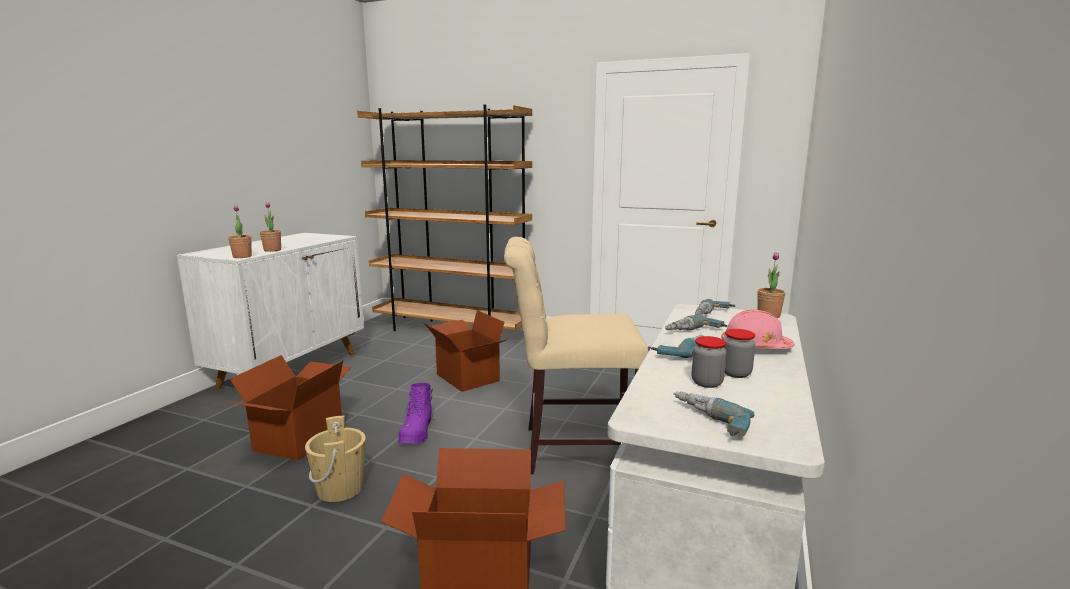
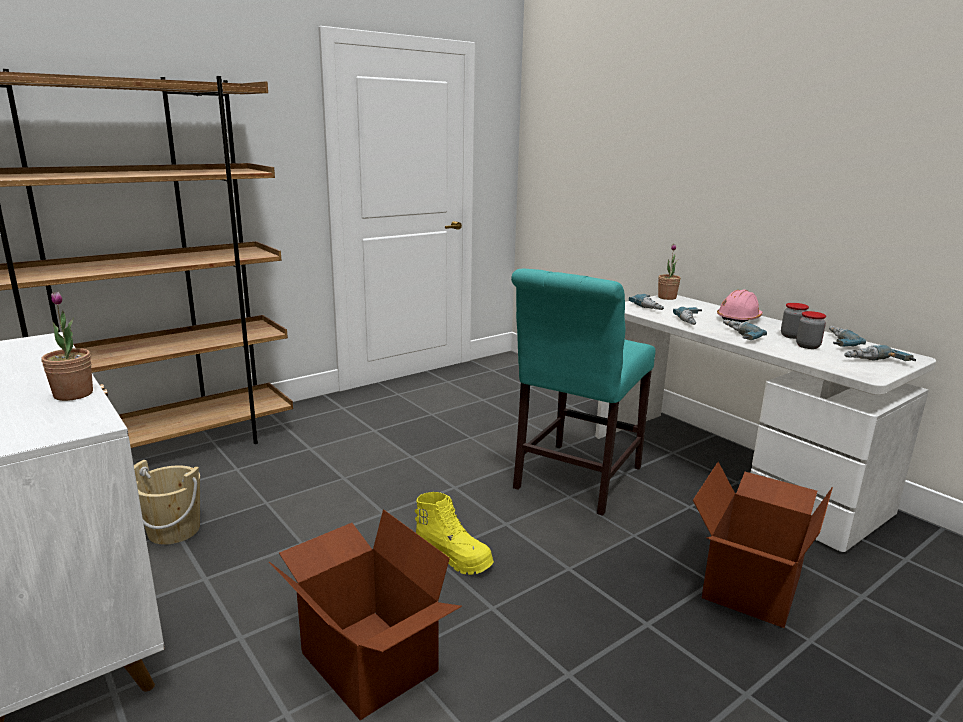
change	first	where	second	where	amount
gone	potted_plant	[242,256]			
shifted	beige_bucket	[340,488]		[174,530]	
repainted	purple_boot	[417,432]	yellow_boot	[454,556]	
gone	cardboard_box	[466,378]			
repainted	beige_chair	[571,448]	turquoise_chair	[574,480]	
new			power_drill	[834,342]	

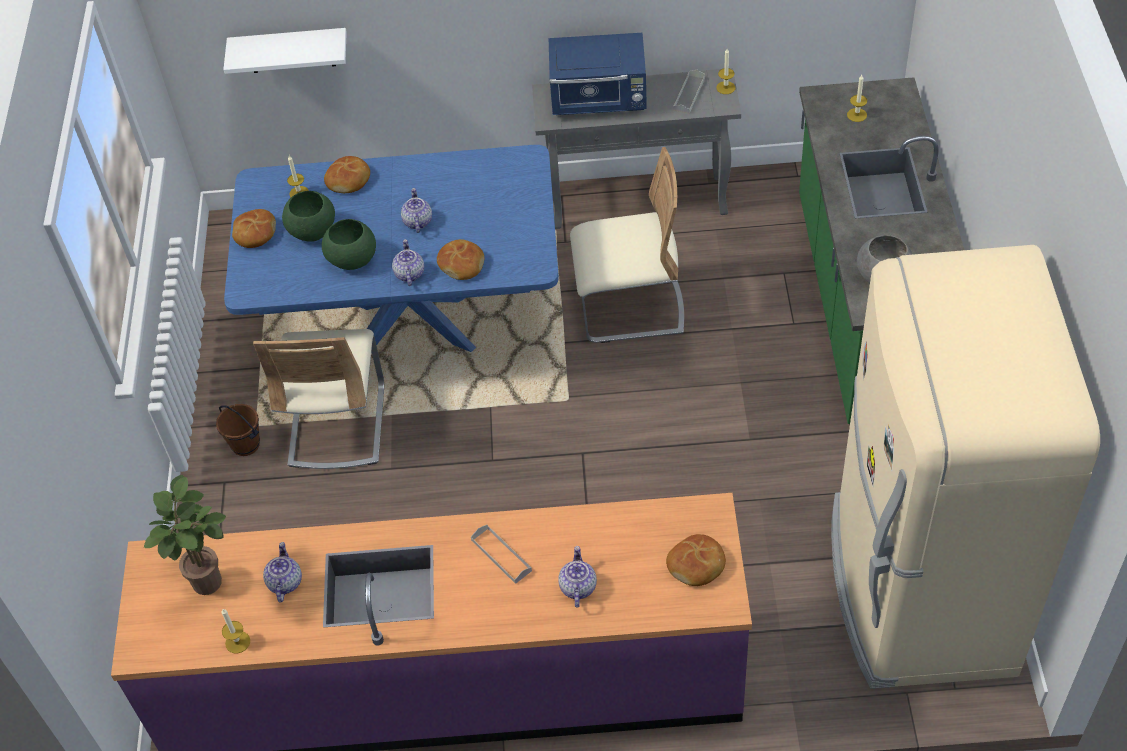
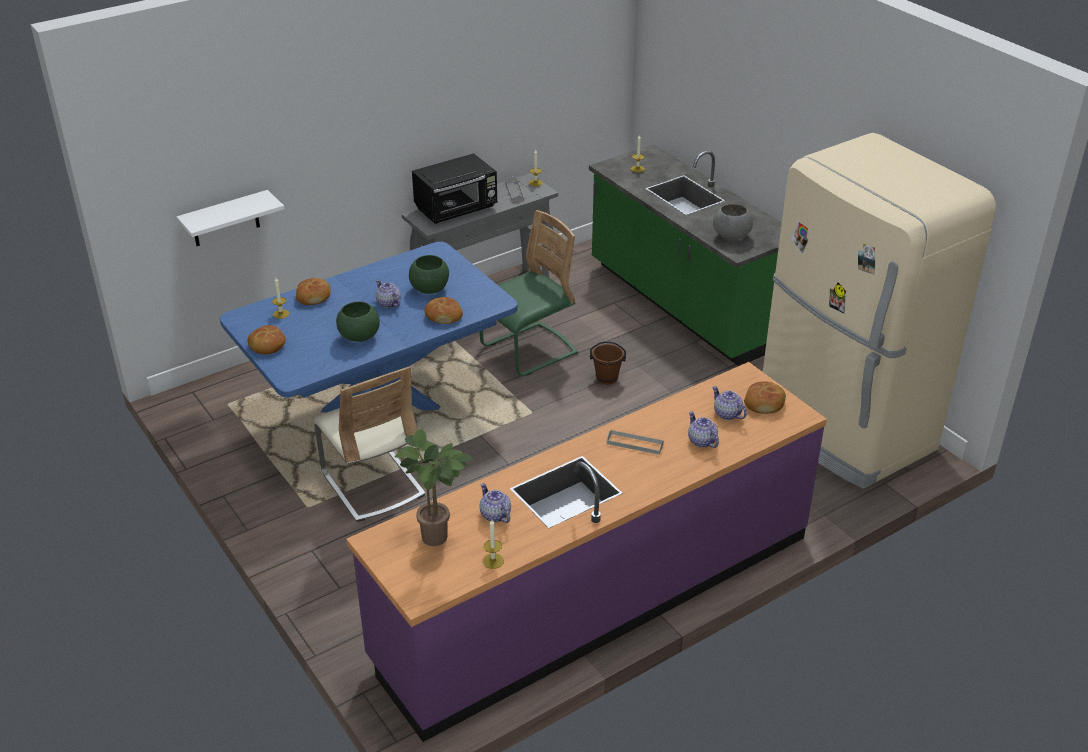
change	first	where	second	where	amount
shifted	brown_bucket	[246,444]		[607,378]	
shifted	green_bowl	[312,231]		[429,289]	
shifted	teapot	[409,273]		[727,414]	
repainted	blue_microwave	[600,99]	black_microwave	[457,209]	
repainted	beige_chair	[630,307]	green_chair	[529,351]	

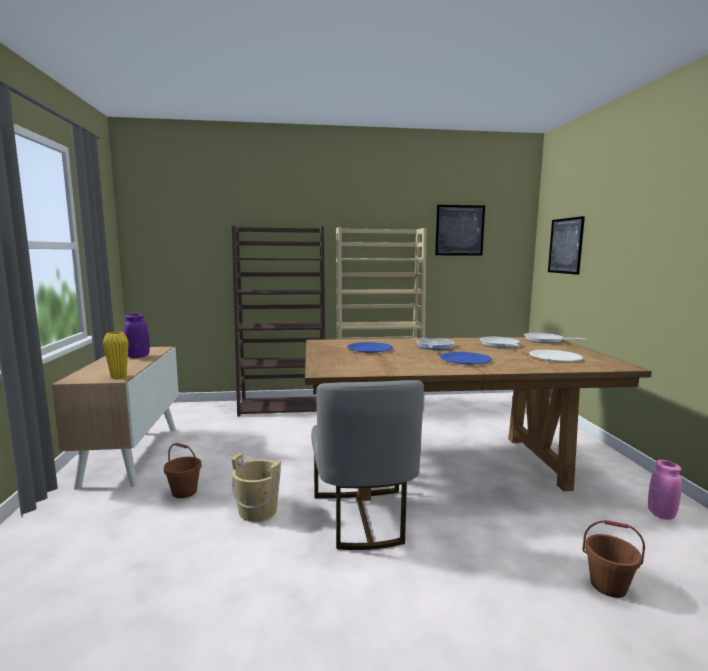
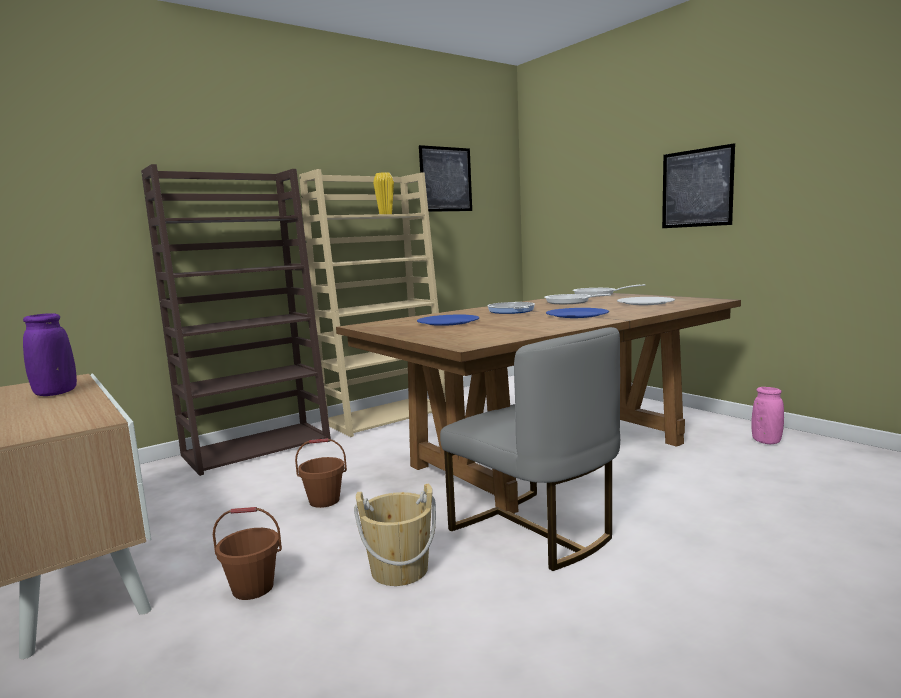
change	first	where	second	where	amount
shifted	yellow_vase	[118,376]		[385,214]	
shifted	picture	[565,246]		[697,188]	
shifted	brown_bucket	[608,585]		[324,500]	

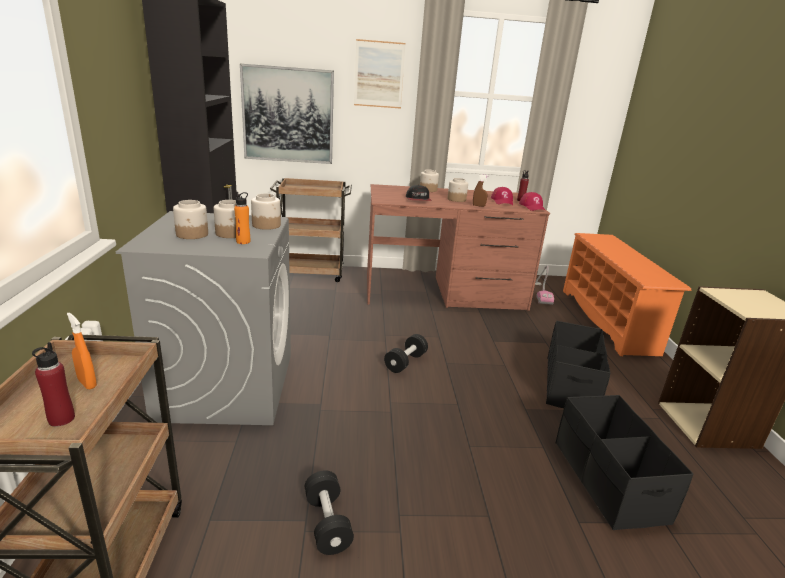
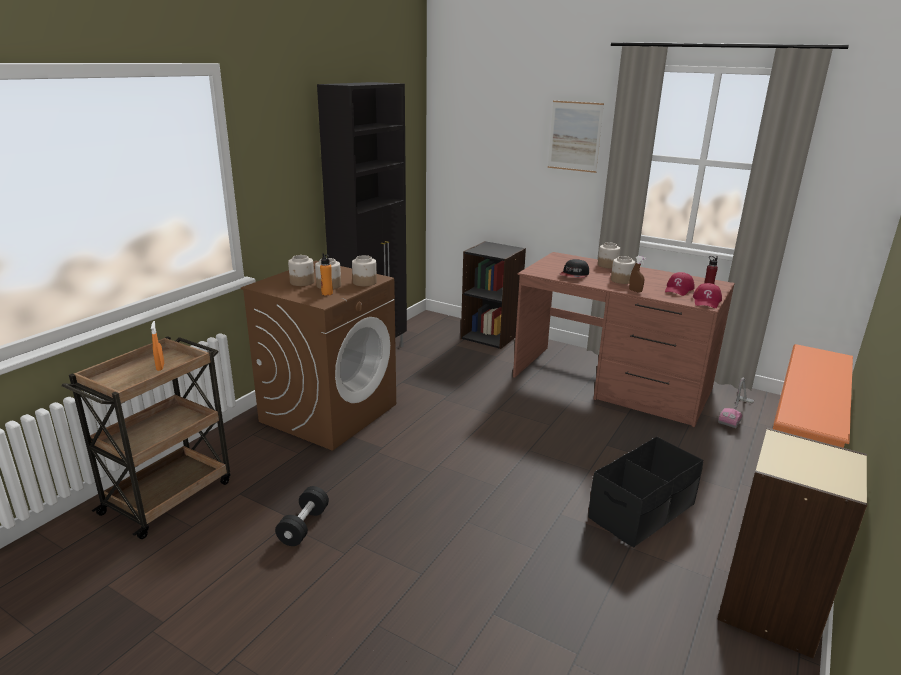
change	first	where	second	where	amount
gone	red_bottle	[61,419]			
repainted	grey_washing_machine	[227,385]	brown_washing_machine	[329,412]	
gone	picture	[288,115]			
swapped	brown_cart	[312,273]	black_bookcase	[491,336]	
gone	black_dumbbell	[405,362]			
gone	black_storage_box	[608,480]			

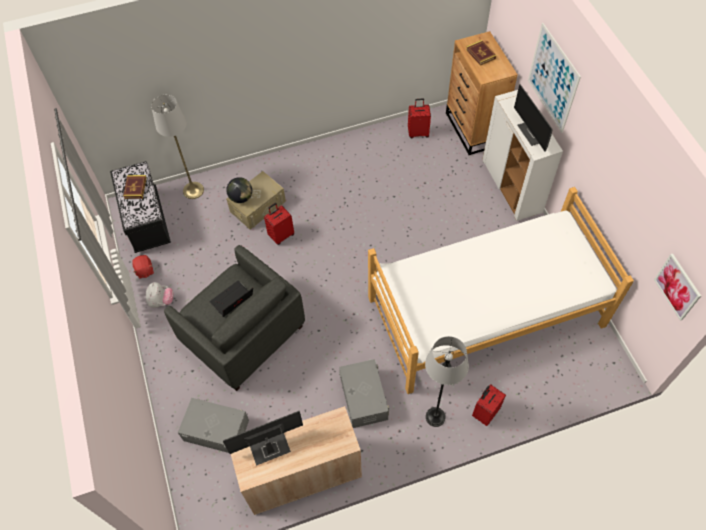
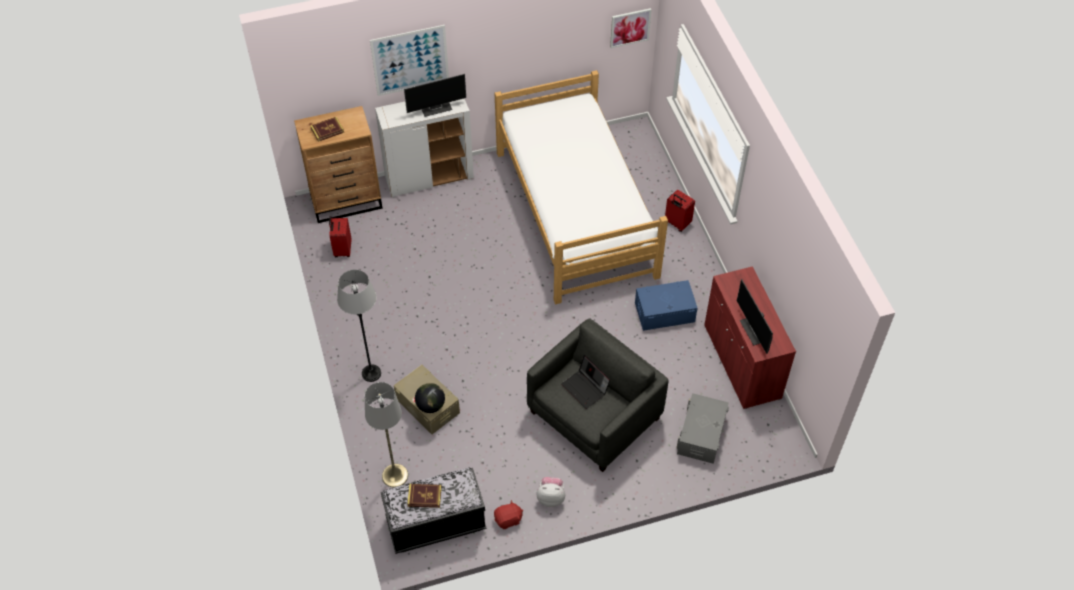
change	first	where	second	where	amount
repainted	beige_cabinet	[302,475]	red_cabinet	[741,362]	
gone	red_suitcase	[281,235]			
repainted	grey_storage_box	[363,398]	blue_storage_box	[664,312]	
shifted	grey_floor_lamp	[435,417]		[371,373]	

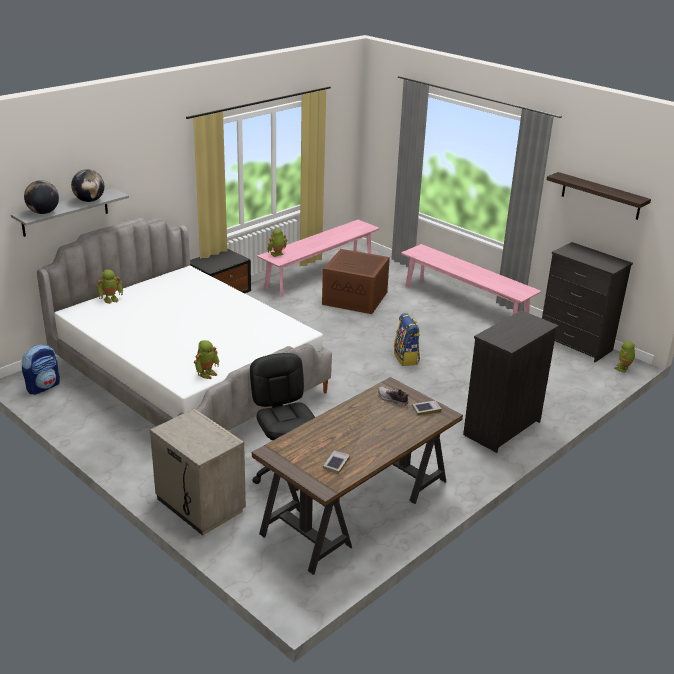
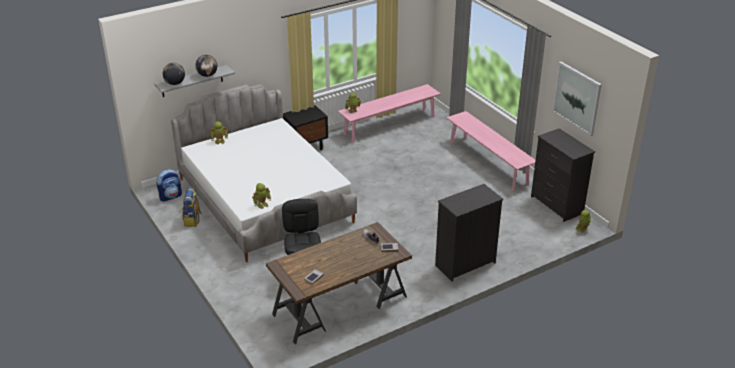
change	first	where	second	where	amount
gone	beige_nightstand	[199,505]			
gone	brown_storage_box	[356,298]			
shifted	backpack	[406,358]		[192,220]	
swapped	shelf	[600,196]	picture	[576,98]	

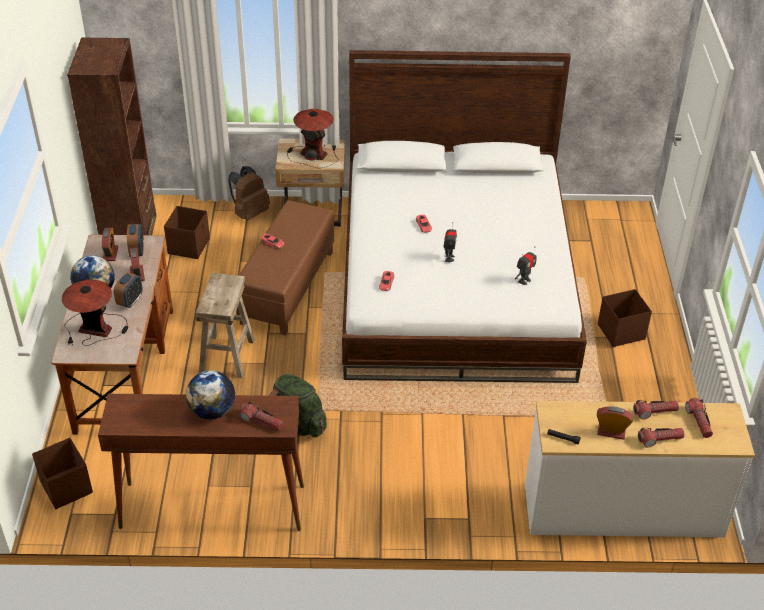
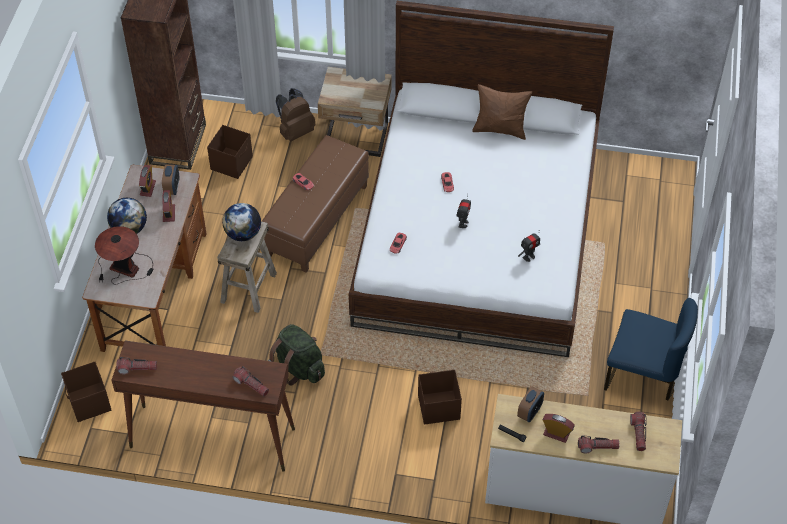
change	first	where	second	where	amount
shifted	alarm_clock	[130,301]		[529,412]	
shifted	globe	[212,411]		[243,234]	
gone	table_lamp	[314,154]			
shifted	brown_storage_box	[620,332]		[438,407]	
shifted	flashlight	[655,412]		[137,368]	
new			brown_pillow	[500,129]	
new			blue_chair	[643,374]	

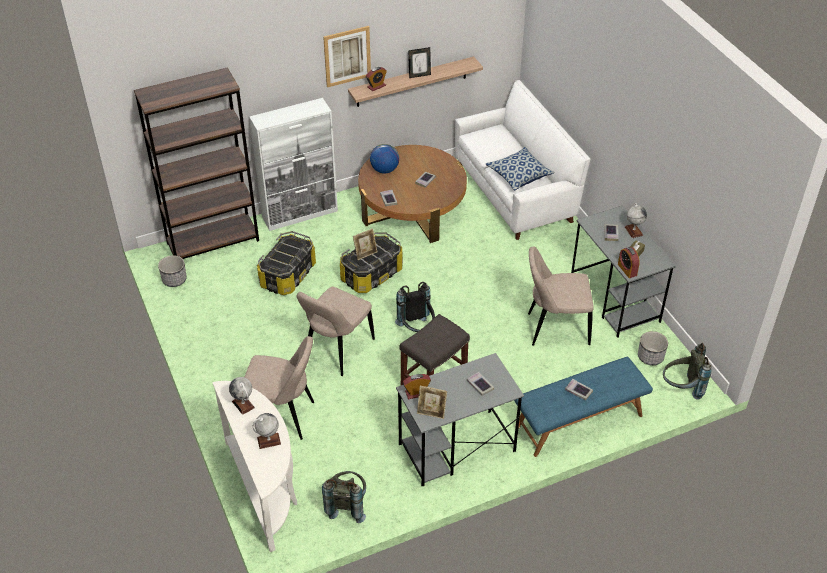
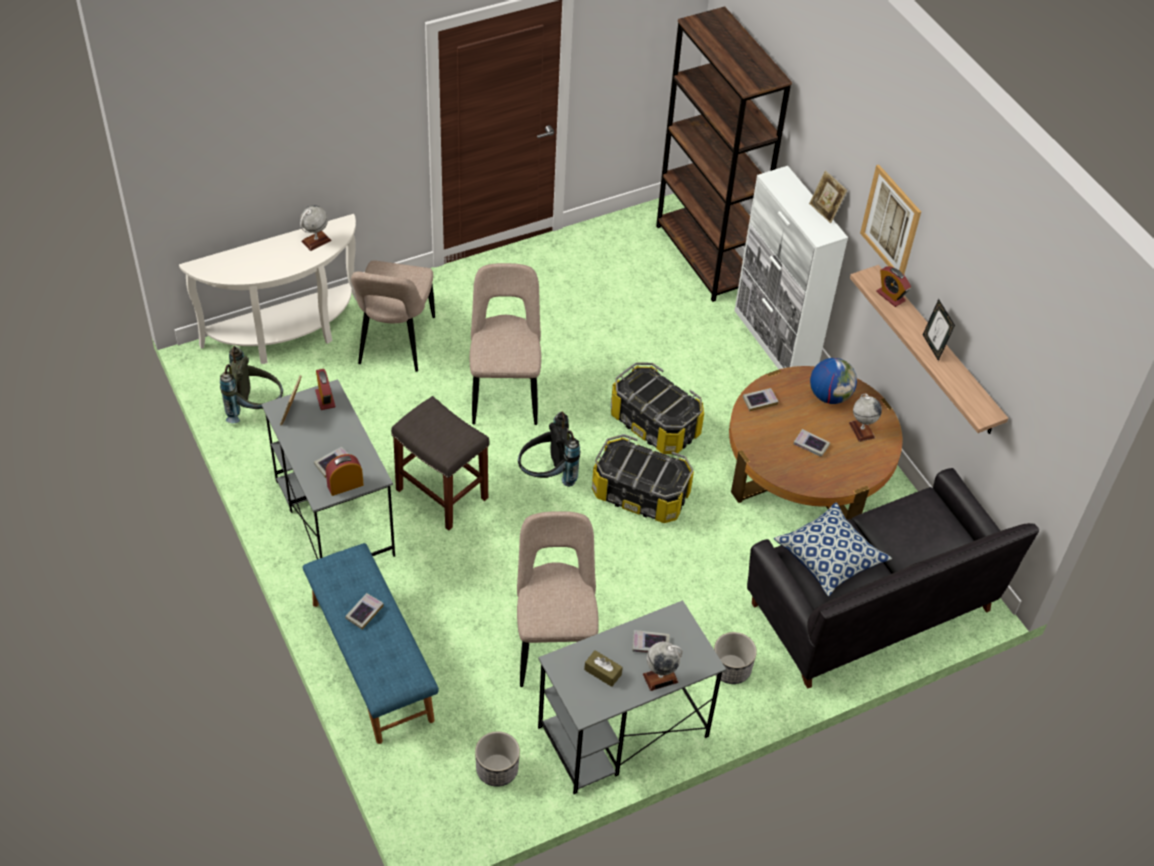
change	first	where	second	where	amount
shifted	planter	[174,279]		[731,669]	
shifted	globe	[268,441]		[861,430]	
shifted	storage_box	[288,275]		[640,495]	
rotated	beige_chair	[337,351]		[505,391]	60 degrees clockwise
shifted	picture_frame	[365,253]		[824,211]	
repainted	white_sofa	[515,192]	black_sofa	[870,607]	
shifted	alarm_clock	[627,269]		[345,485]	
gone	grey_backpack	[681,388]			

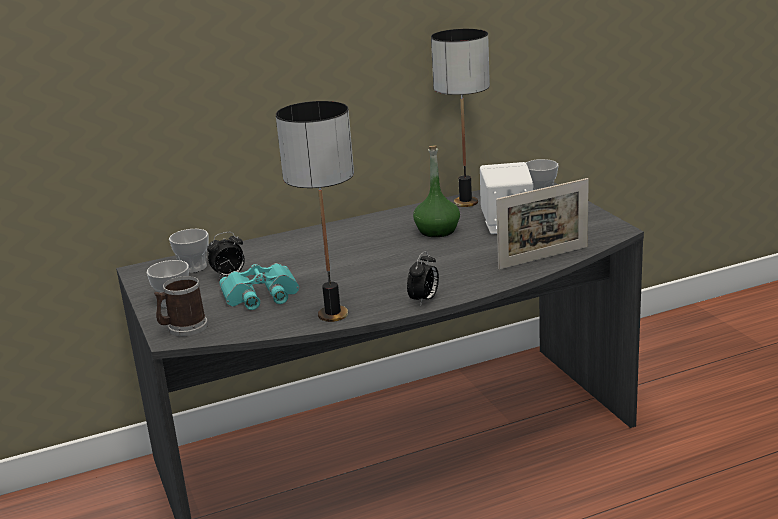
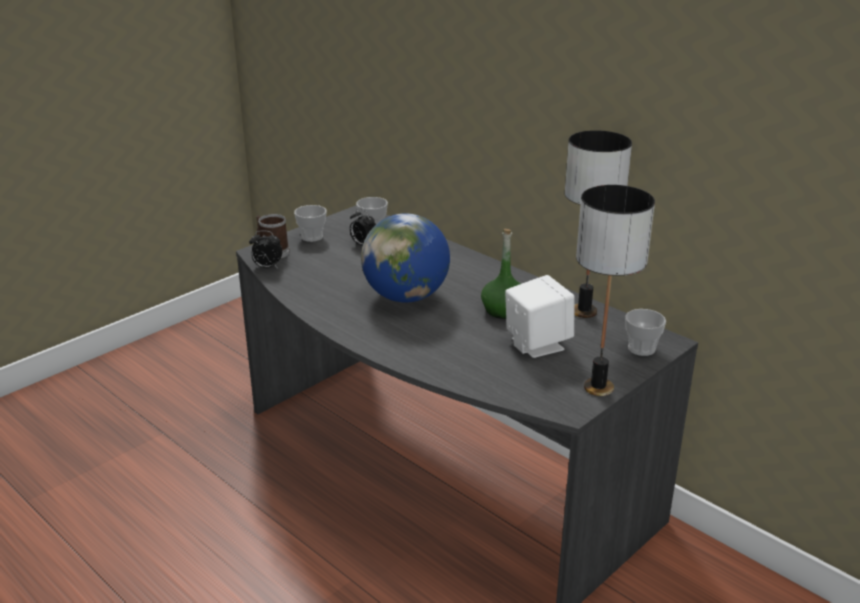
change	first	where	second	where	amount
gone	turquoise_binoculars	[261,295]			
shifted	table_lamp	[332,315]		[597,387]	
shifted	alarm_clock	[424,300]		[267,267]	
gone	picture_frame	[543,258]			
new			globe	[406,296]	

